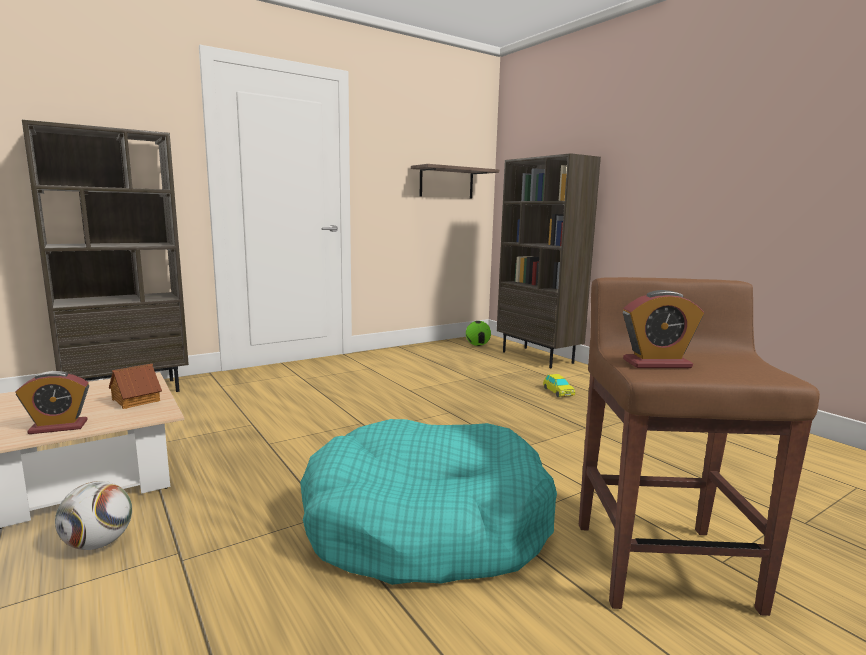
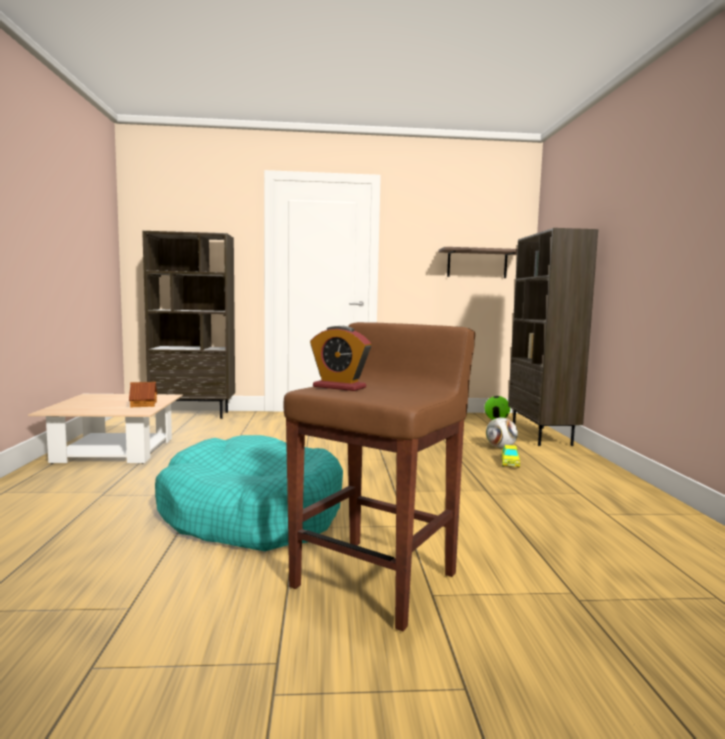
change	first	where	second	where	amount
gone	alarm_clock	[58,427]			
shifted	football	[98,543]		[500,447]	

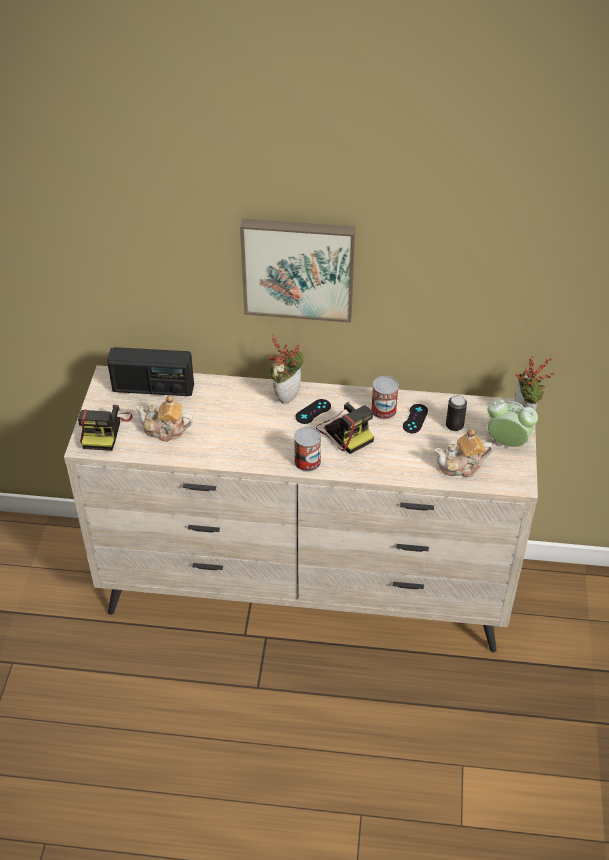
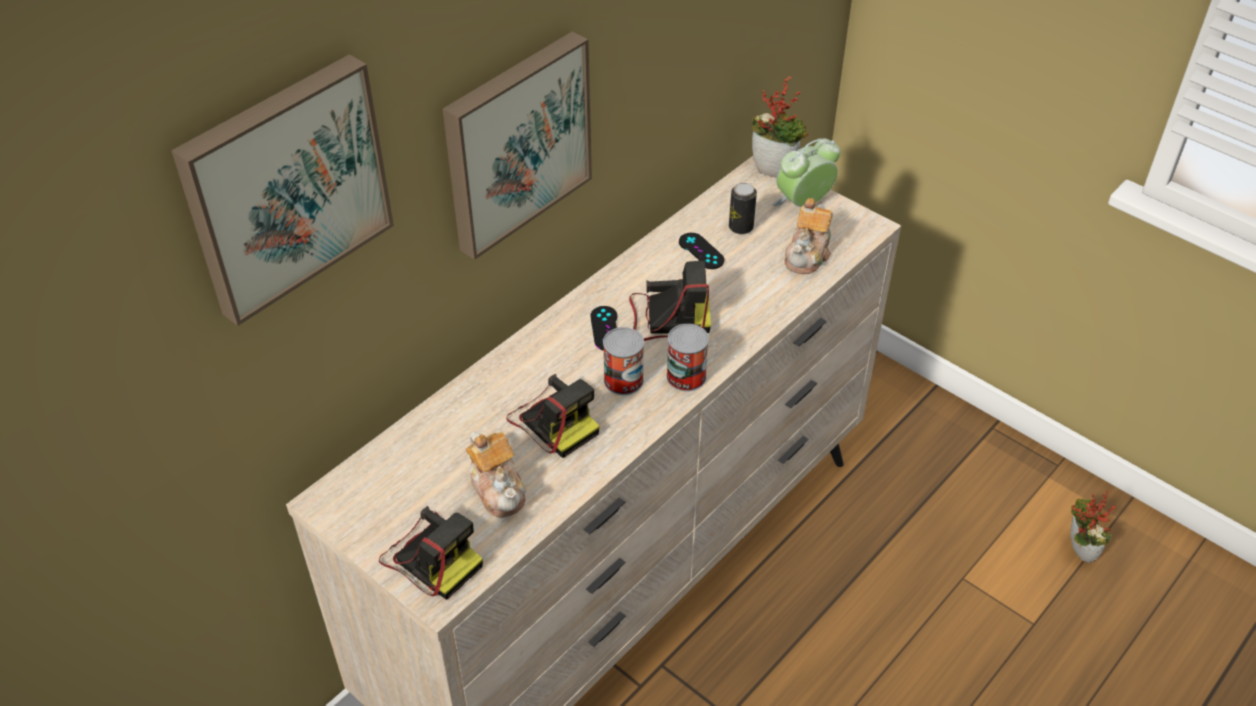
change	first	where	second	where	amount
gone	radio	[153,388]			
rotated	teapot	[165,430]		[498,489]	75 degrees counterclockwise
shifted	potted_plant	[286,394]		[1076,551]	
shifted	can	[383,410]		[623,380]	
new			picture	[284,186]	
new			photo_camera	[553,421]	

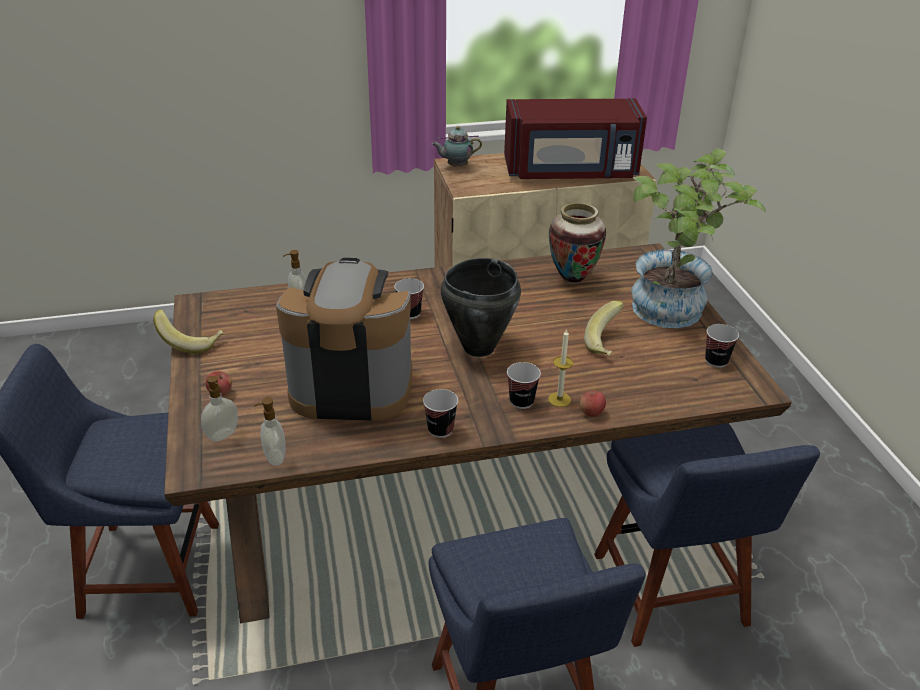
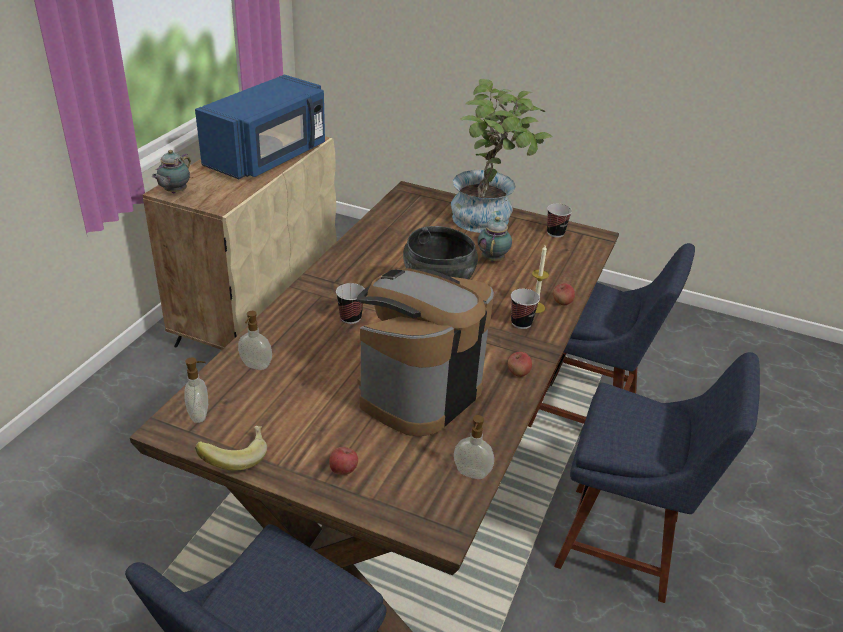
change	first	where	second	where	amount
shifted	soap_dispenser	[223,435]		[200,415]	
swapped	cup	[440,429]	apple	[518,373]	
repainted	red_microwave	[571,172]	blue_microwave	[269,157]	
gone	vase	[572,279]			
swapped	banana	[607,343]	teapot	[493,258]	

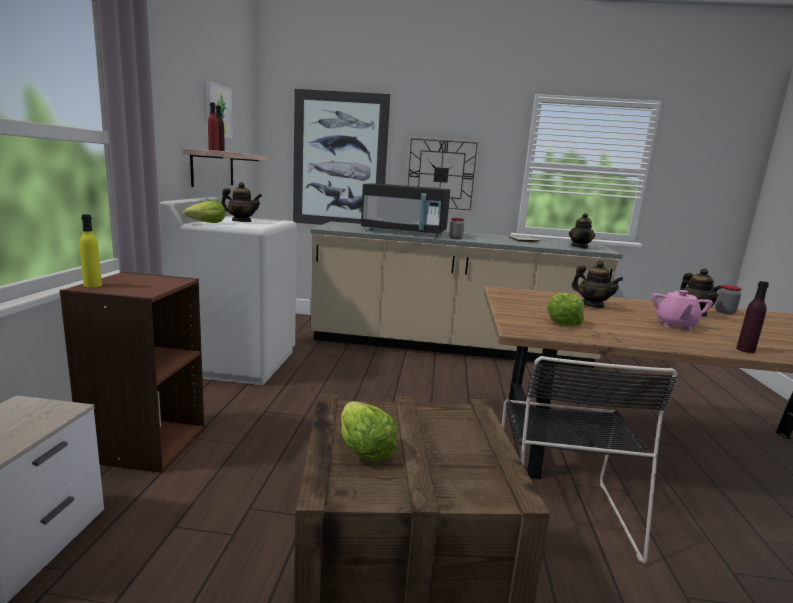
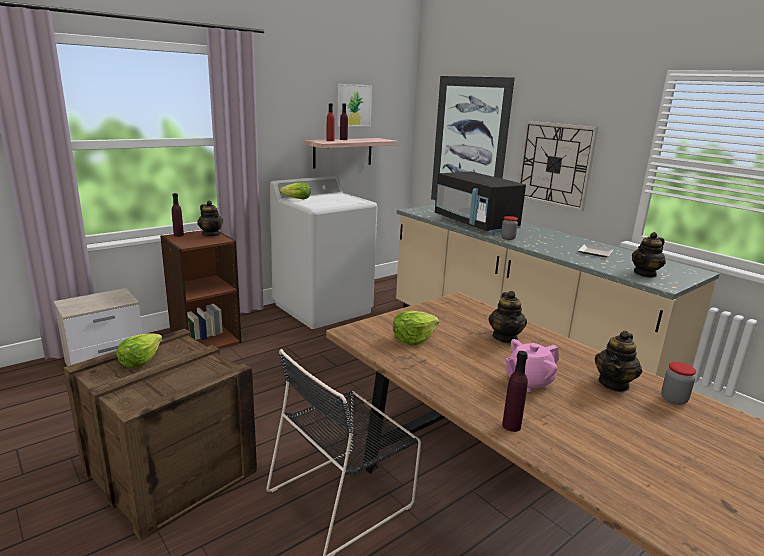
change	first	where	second	where	amount
repainted	yellow_bottle	[92,285]	purple_bottle	[178,235]	
shifted	teapot	[241,221]		[211,234]	

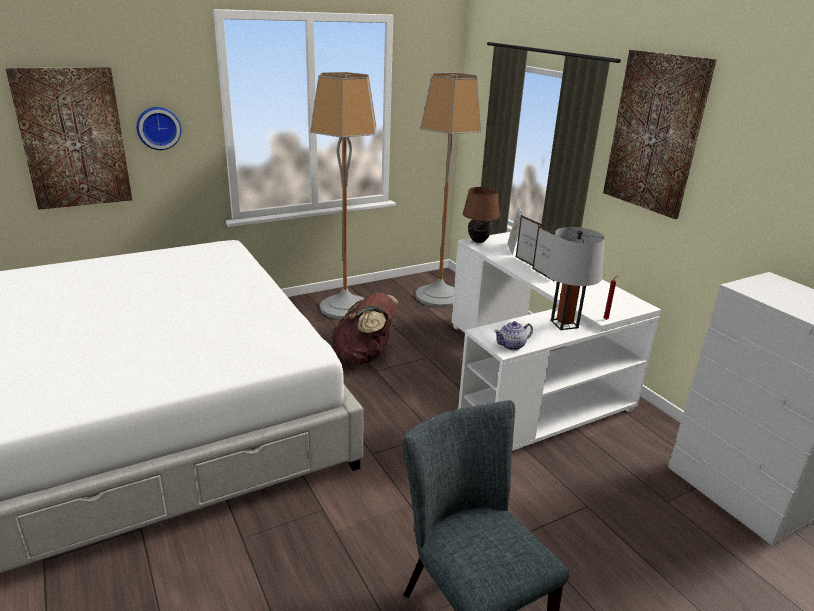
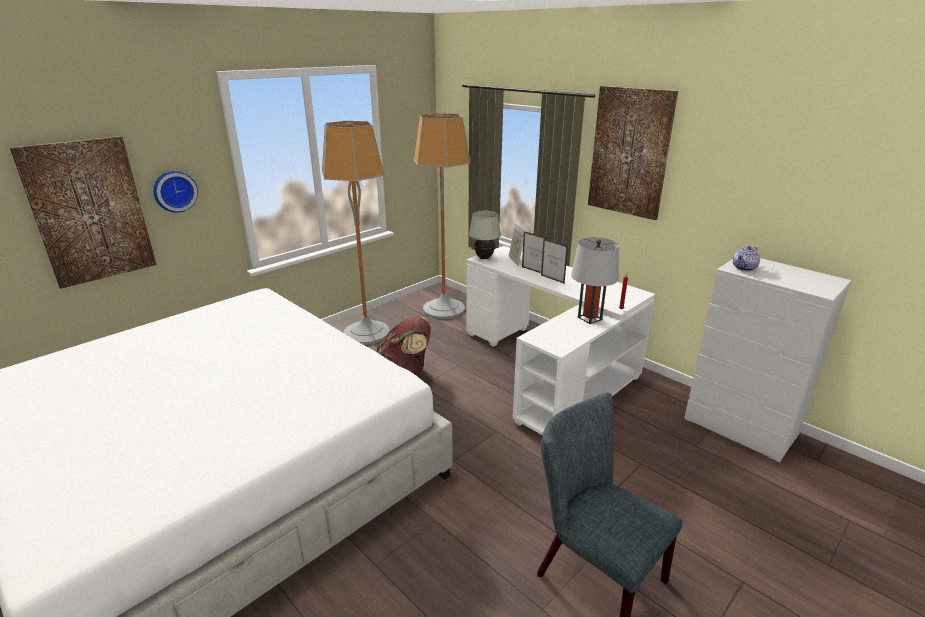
change	first	where	second	where	amount
repainted	brown_table_lamp	[478,241]	white_table_lamp	[484,258]	
shifted	teapot	[512,345]		[744,268]	

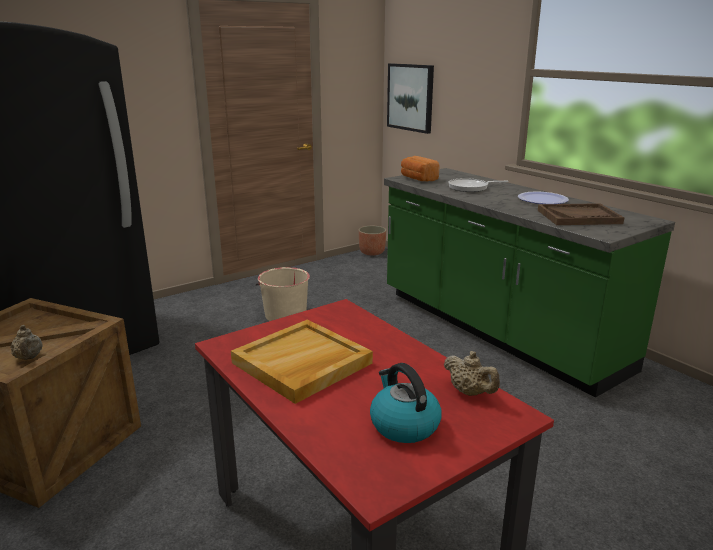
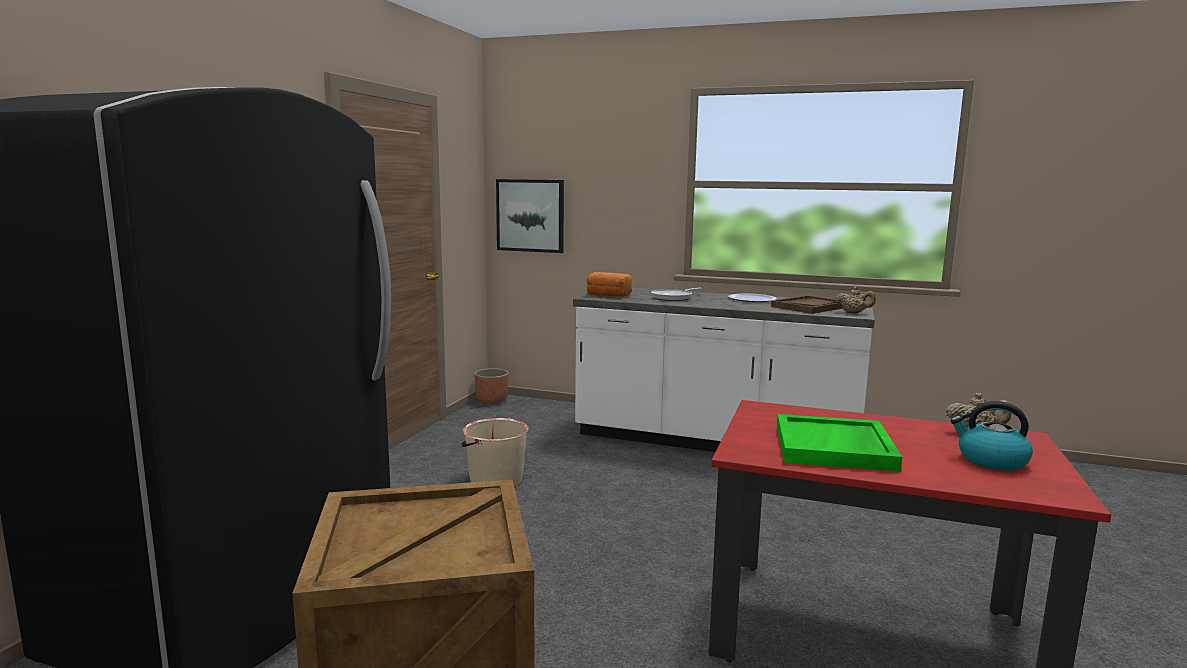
change	first	where	second	where	amount
shifted	beige_teapot	[29,358]		[853,313]	
repainted	beige_tray	[302,364]	green_tray	[834,448]	
repainted	green_counter	[496,330]	white_counter	[715,442]	

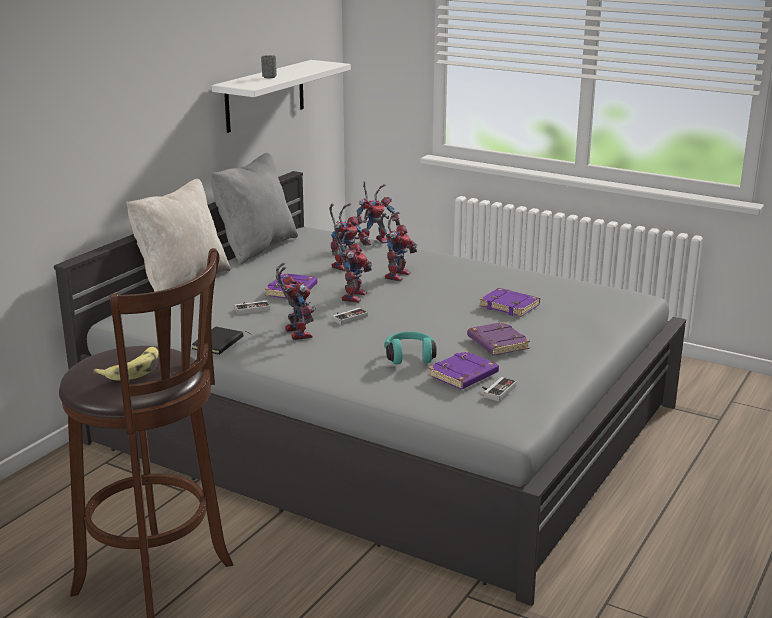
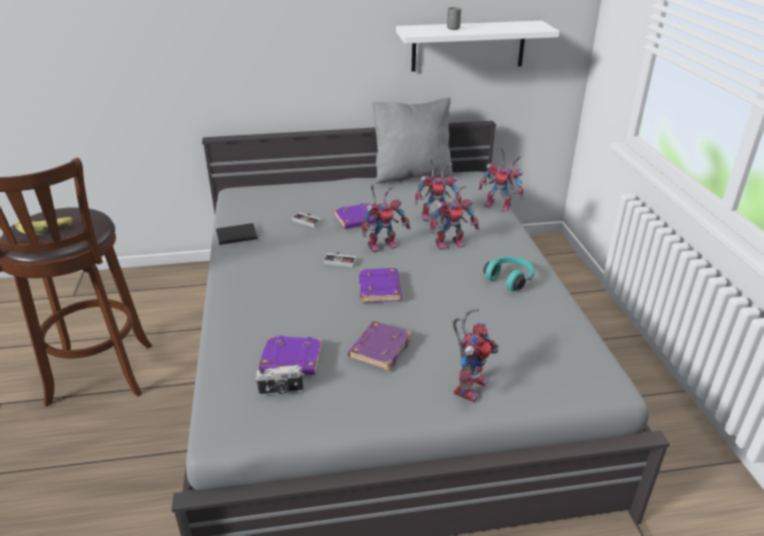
change	first	where	second	where	amount
gone	beige_pillow	[182,282]			
shifted	toy_robot	[295,332]		[469,384]	
shifted	turquoise_headphones	[409,356]		[510,279]	
shifted	purple_book	[510,306]		[380,289]	
swapped	game_controller	[496,390]	photo_camera	[281,391]	

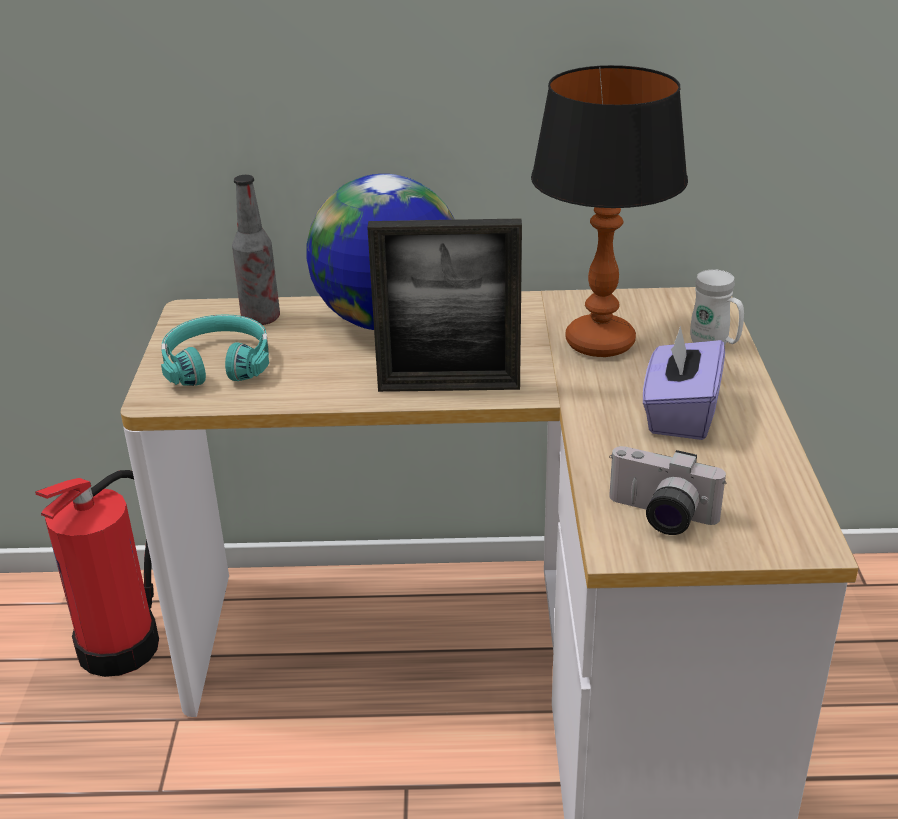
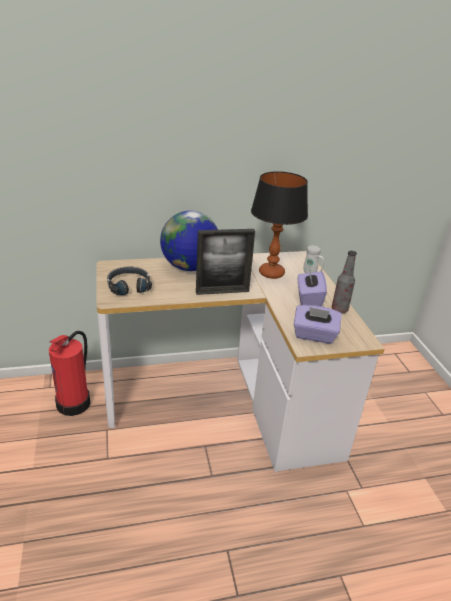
change	first	where	second	where	amount
repainted	turquoise_headphones	[218,363]	black_headphones	[128,286]	
shifted	bottle	[261,319]		[339,310]	
swapped	photo_camera	[659,517]	purple_tissue_box	[314,335]	

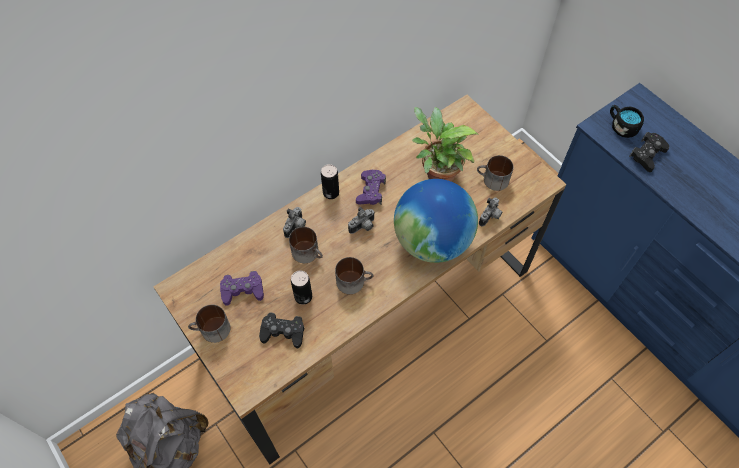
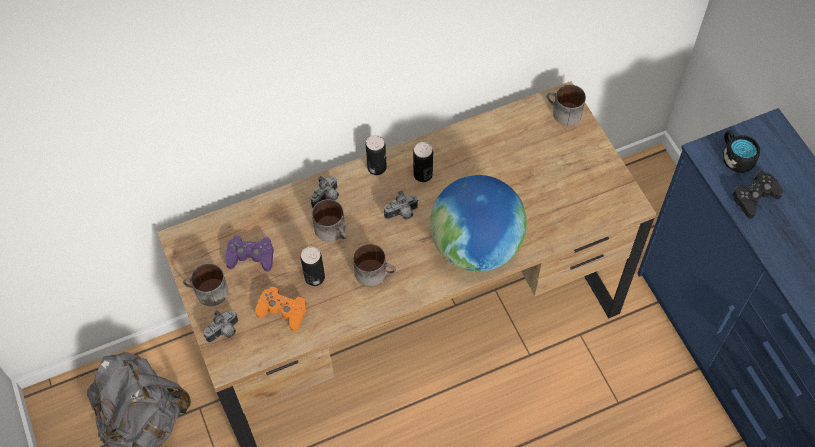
change	first	where	second	where	amount
repainted	black_game_controller	[283,332]	orange_game_controller	[282,311]	
swapped	purple_game_controller	[371,191]	can	[423,174]	
gone	potted_plant	[436,174]			
shifted	mug	[492,180]		[563,113]	
shifted	photo_camera	[490,217]		[224,332]	

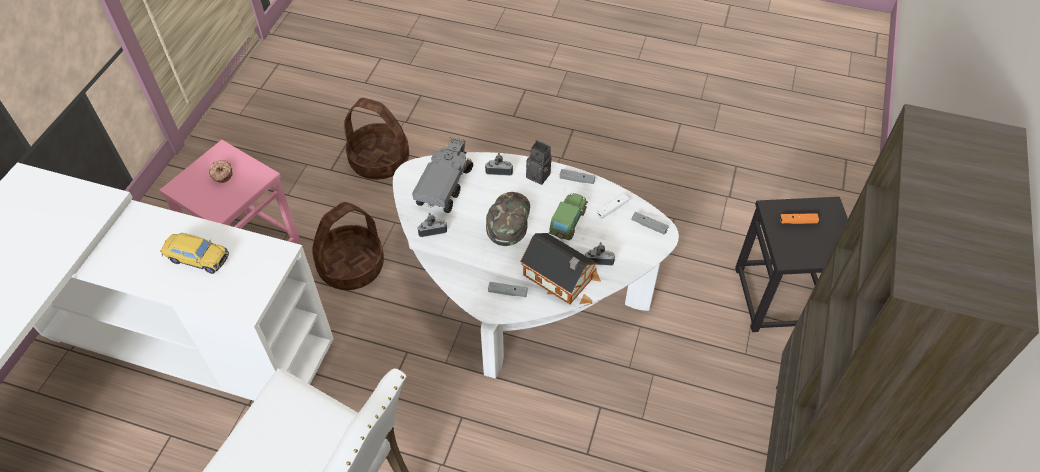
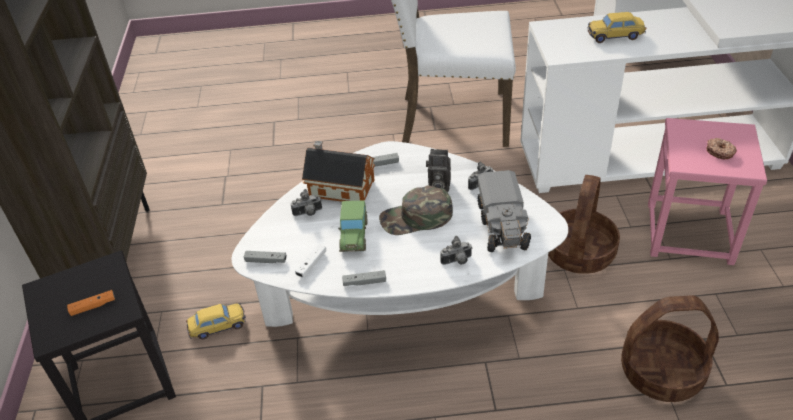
change	first	where	second	where	amount
rotated	green_cap	[508,220]		[416,218]	90 degrees clockwise
shifted	photo_camera	[540,175]		[438,186]	
new			toy_car	[218,326]	

